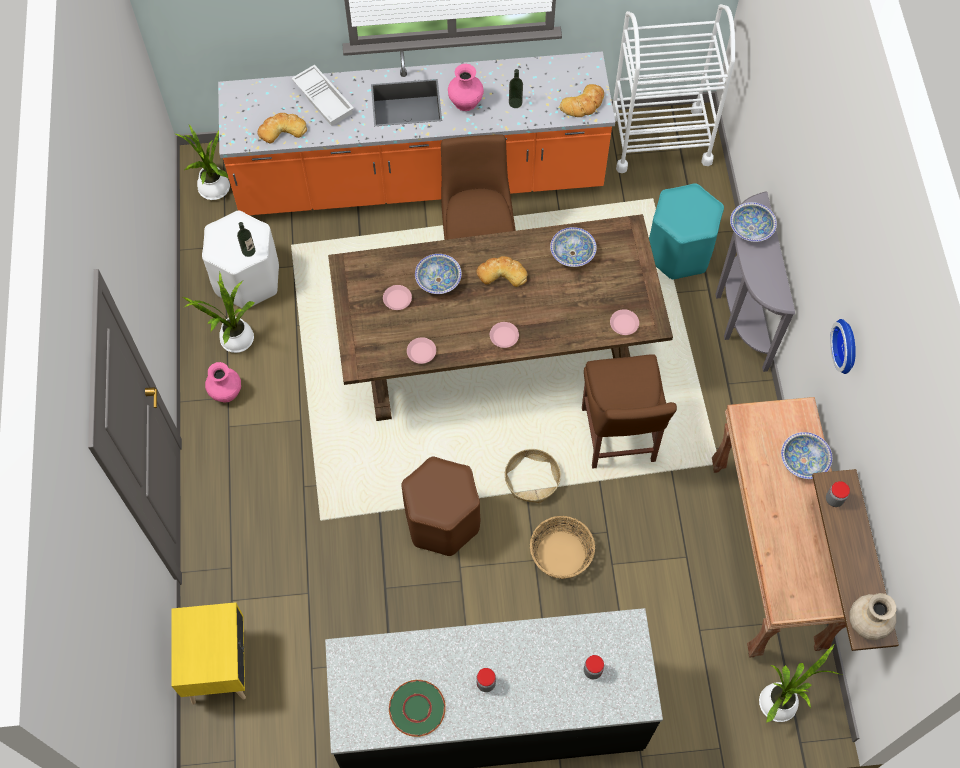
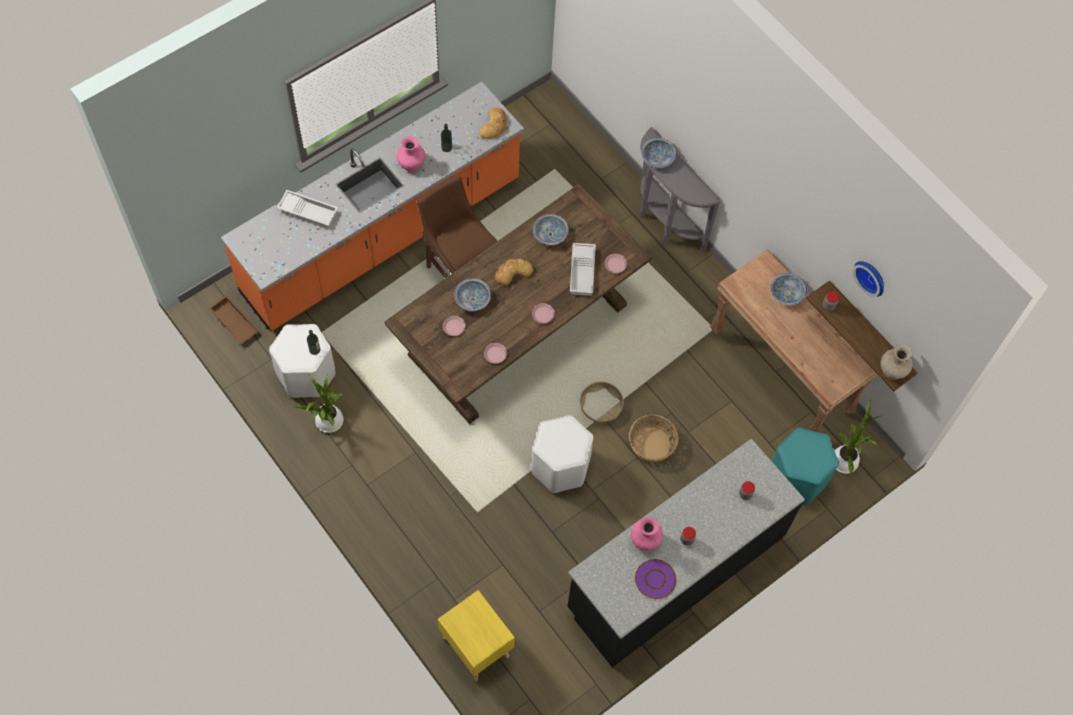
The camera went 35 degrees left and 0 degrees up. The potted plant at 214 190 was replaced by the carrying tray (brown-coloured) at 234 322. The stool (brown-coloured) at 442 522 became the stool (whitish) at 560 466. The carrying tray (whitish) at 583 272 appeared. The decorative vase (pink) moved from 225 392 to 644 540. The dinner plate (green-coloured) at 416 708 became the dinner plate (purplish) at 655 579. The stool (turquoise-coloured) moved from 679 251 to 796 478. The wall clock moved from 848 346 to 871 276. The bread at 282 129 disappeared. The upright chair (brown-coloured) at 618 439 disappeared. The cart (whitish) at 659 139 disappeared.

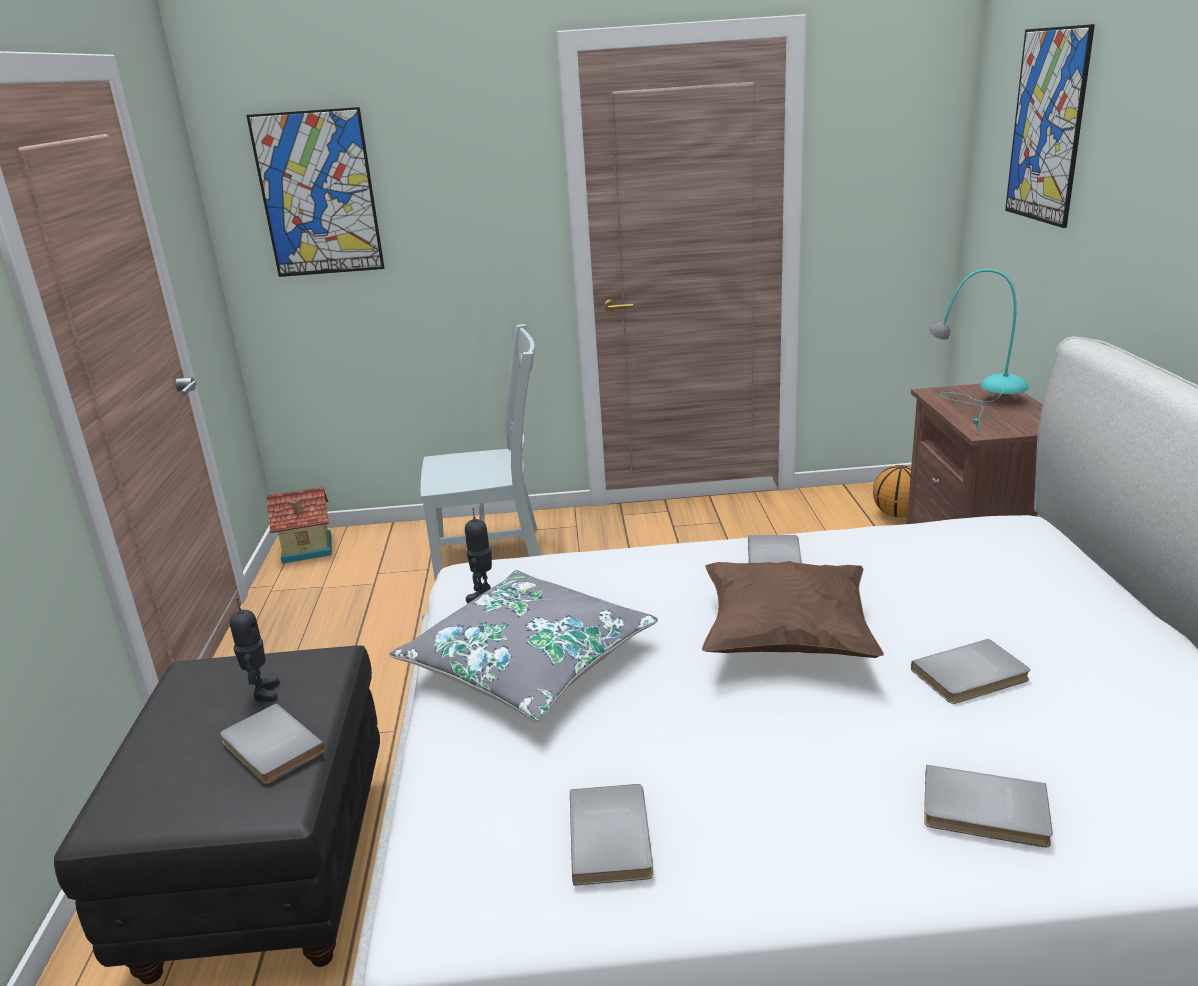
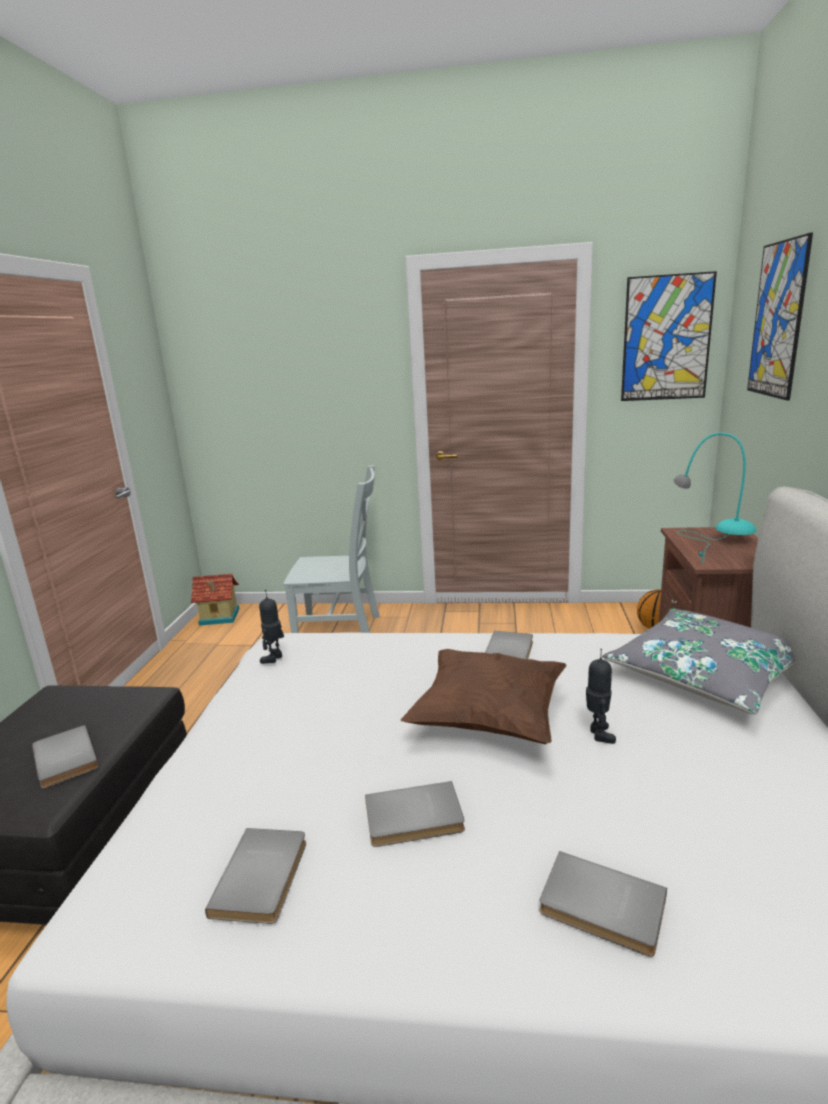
The camera went 10 degrees right and 5 degrees down. The book (gray) moved from 972 676 to 414 819. The toy robot moved from 262 693 to 598 734. The throw pillow (gray) moved from 528 662 to 704 674. The wall art moved from 318 194 to 666 338.

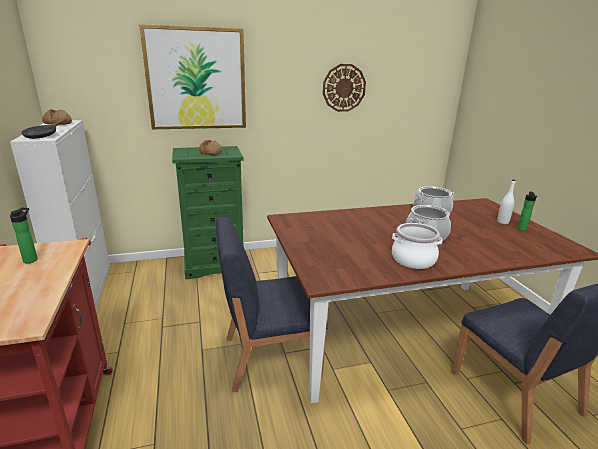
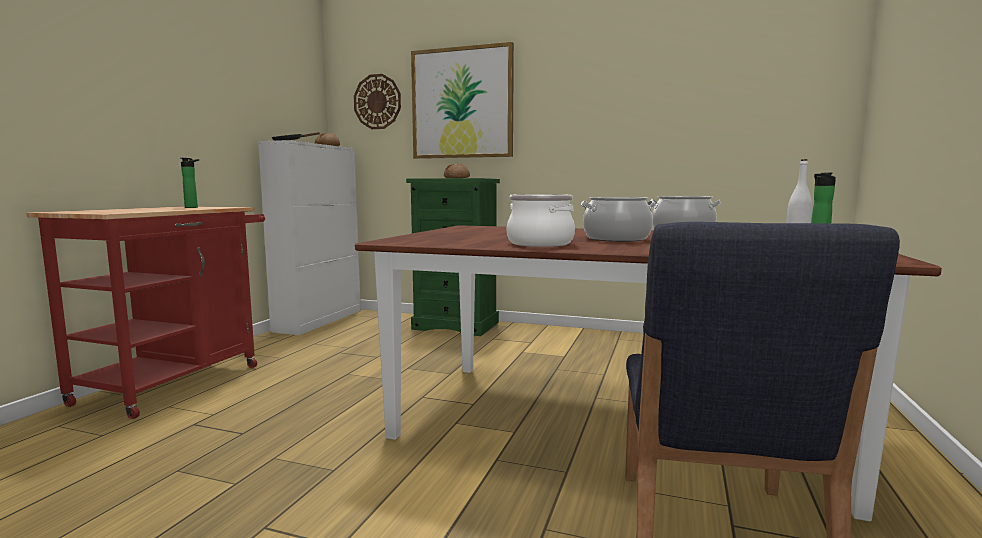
The camera went 35 degrees right and 15 degrees down. The wall clock moved from 344 88 to 377 102. The upright chair (bluish) at 269 356 disappeared.

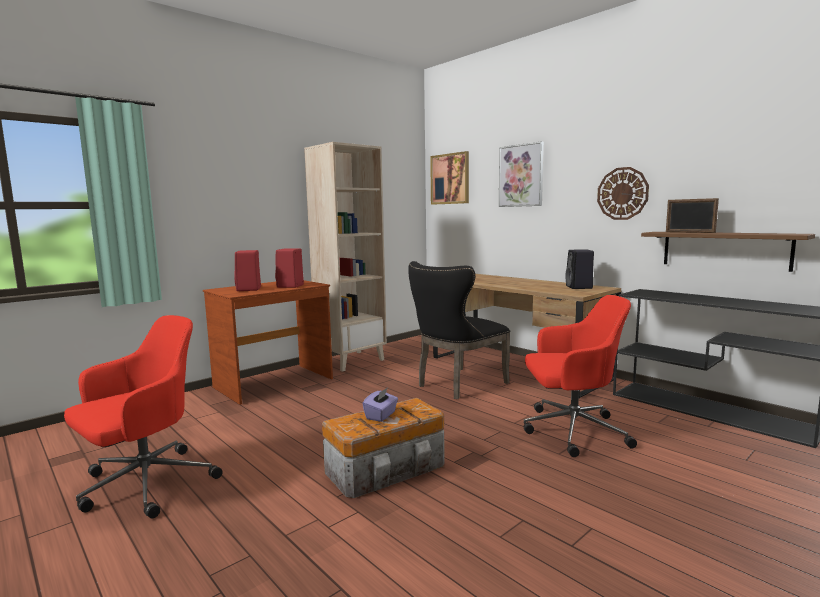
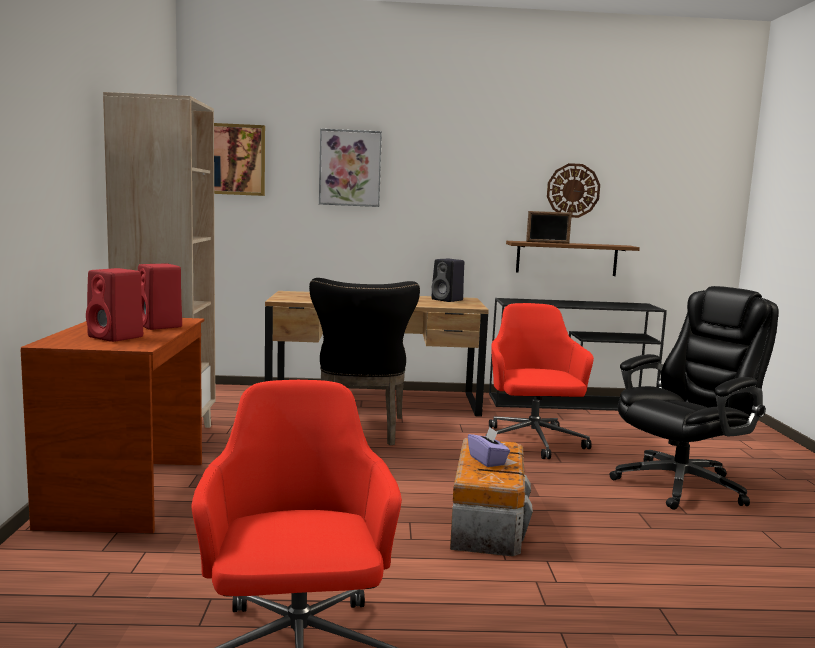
The camera went 50 degrees left and 0 degrees up. The desk chair (red) at 571 431 turned 45 degrees counterclockwise. The wall clock moved from 622 193 to 573 190. The desk chair (blackish) at 681 484 appeared.

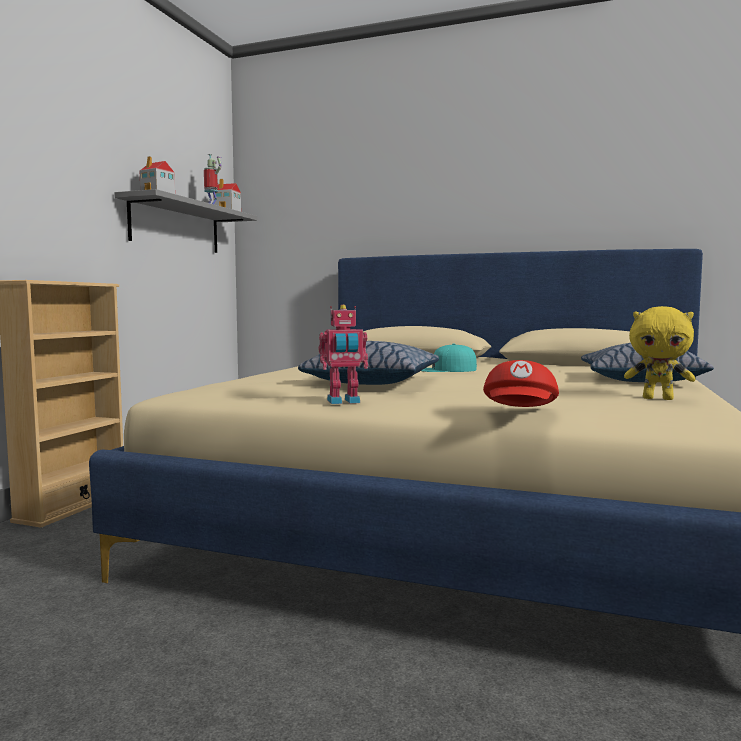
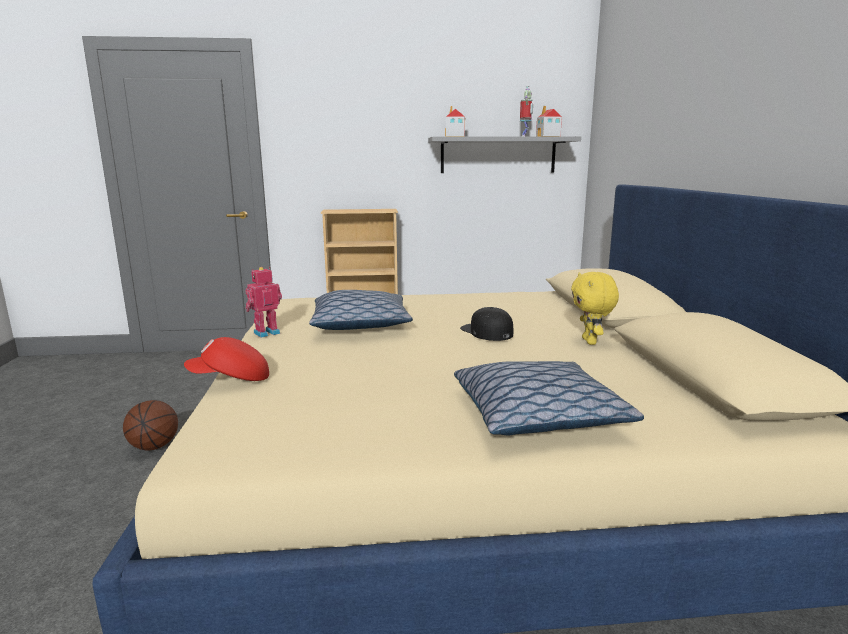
The camera went 65 degrees right and 10 degrees up. The ball for basketball at 154 446 appeared. The toy robot at 344 402 turned 90 degrees clockwise. The cap (turquoise-coloured) at 447 370 became the cap (blackish) at 486 331. The plush toy (yellow) moved from 658 398 to 590 341.

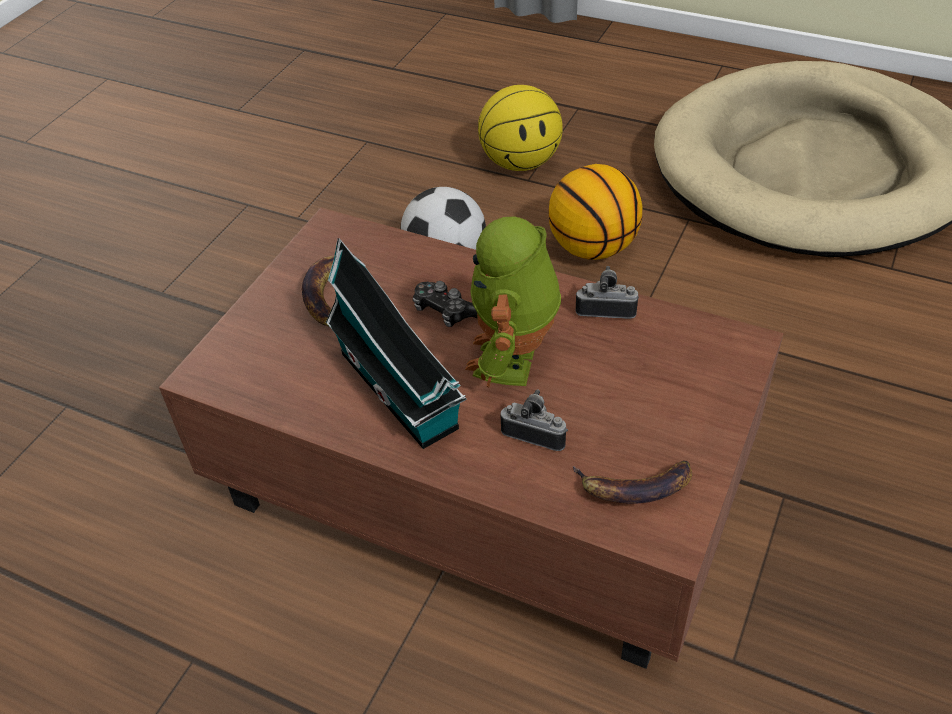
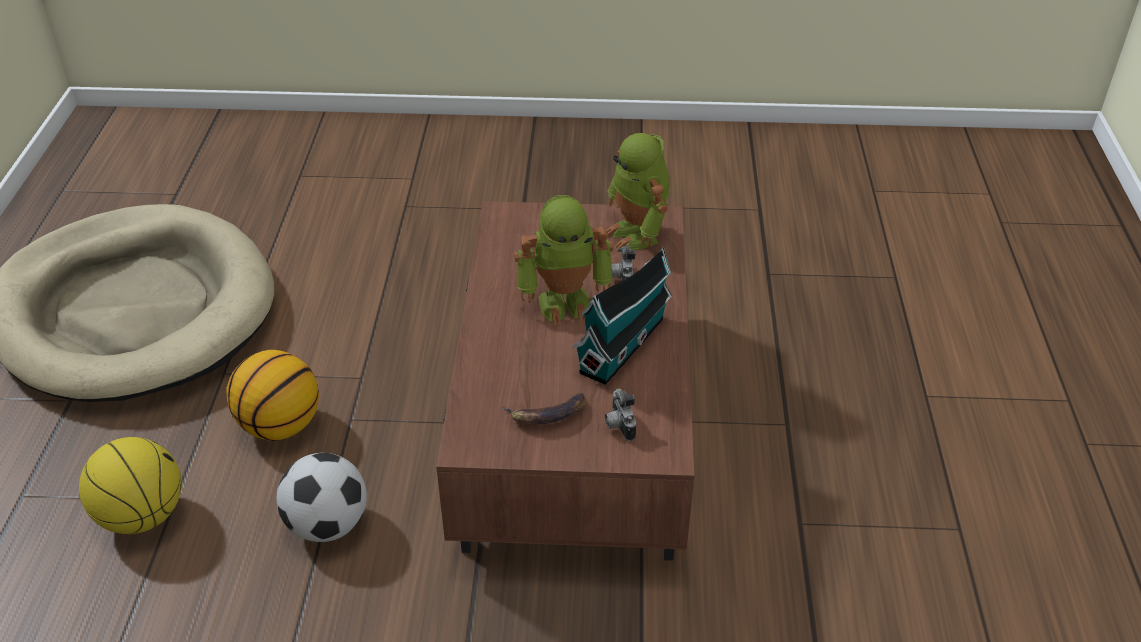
The camera went 115 degrees left and 5 degrees down. The photo camera moved from 605 309 to 618 425. The banana at 634 488 was replaced by the toy robot at 638 234. The game controller at 445 311 disappeared.

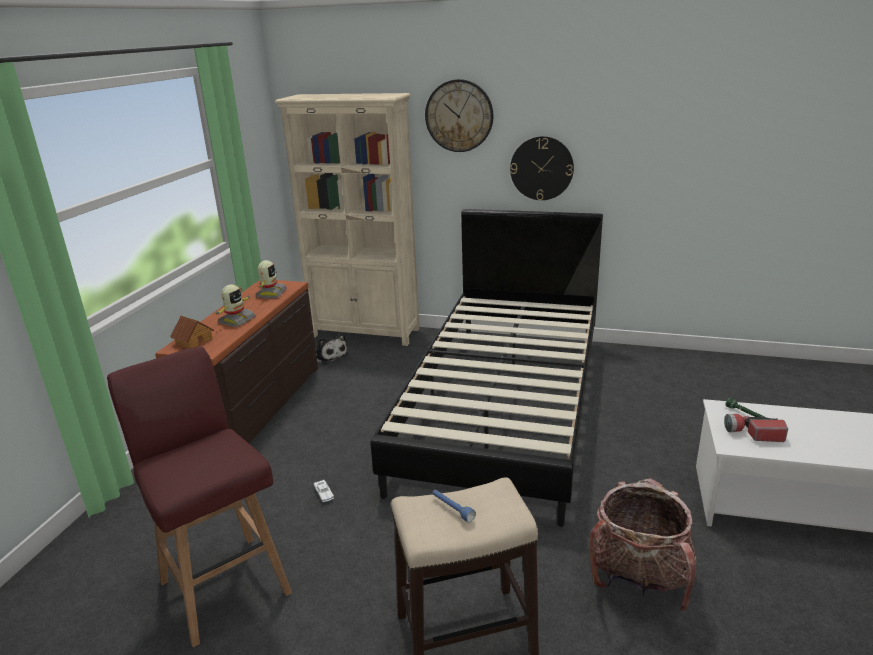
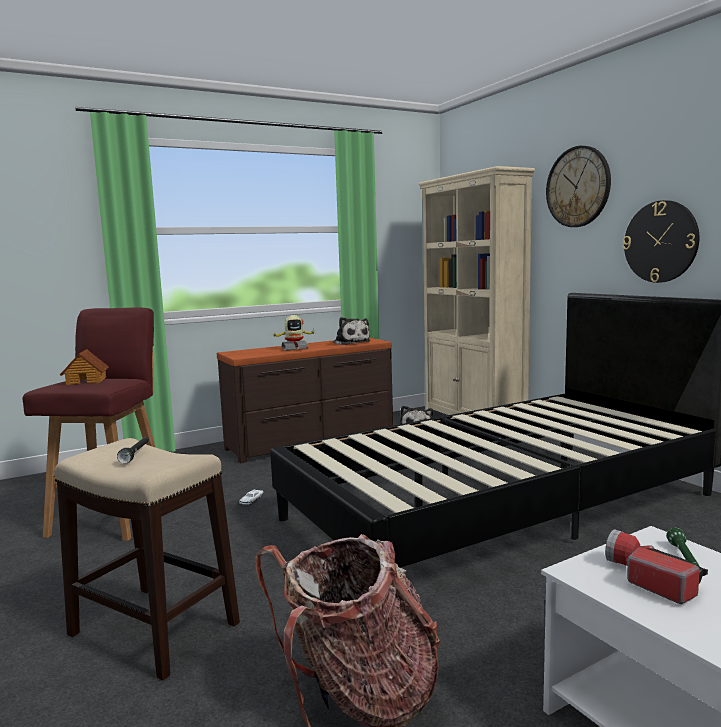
The camera went 45 degrees right and 15 degrees down. The miniature house moved from 194 341 to 86 381. The flashlight (bluish) at 452 509 became the flashlight (blackish) at 136 454. The toy robot at 270 293 was replaced by the plush toy at 351 342.

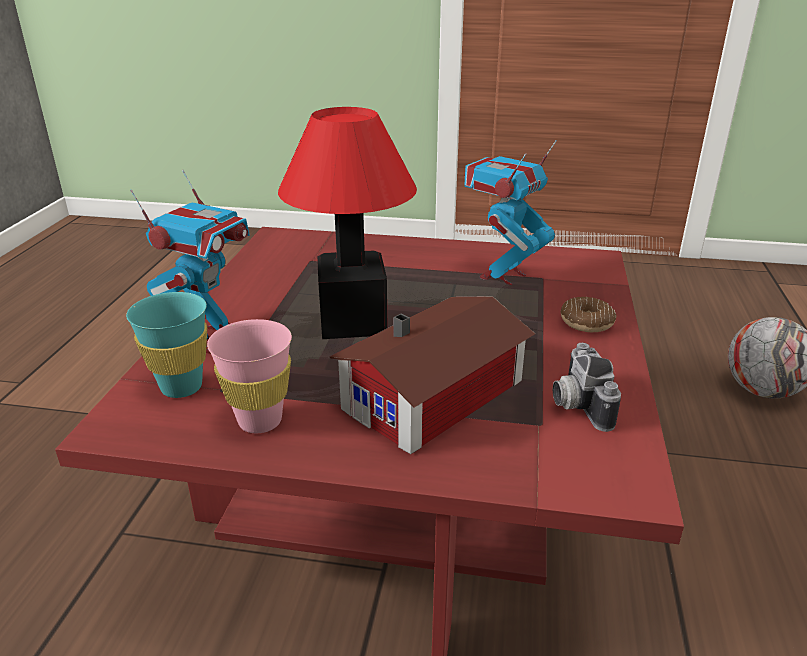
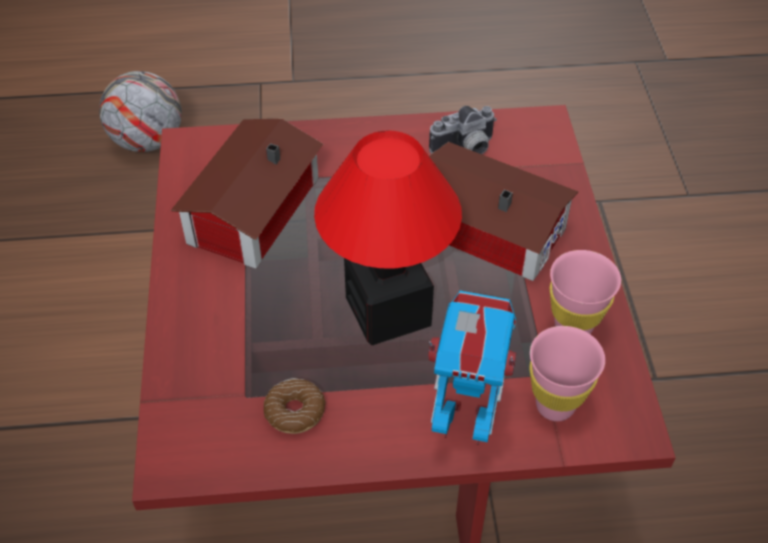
The camera went 105 degrees left and 20 degrees up. The toy robot at 502 275 was replaced by the miniature house at 249 211. The doughnut moved from 586 322 to 295 411. The cup (turquoise-coloured) at 181 387 became the cup (pink) at 555 405.

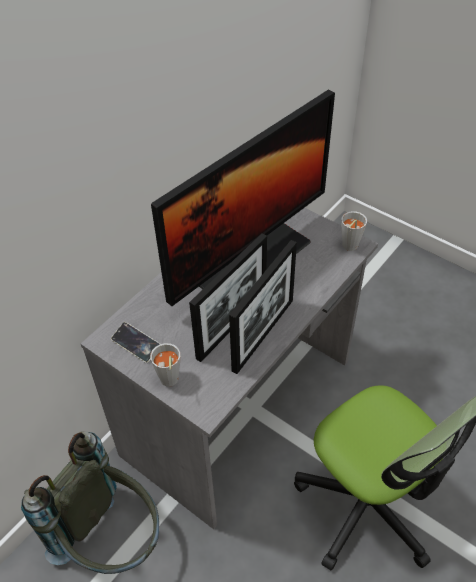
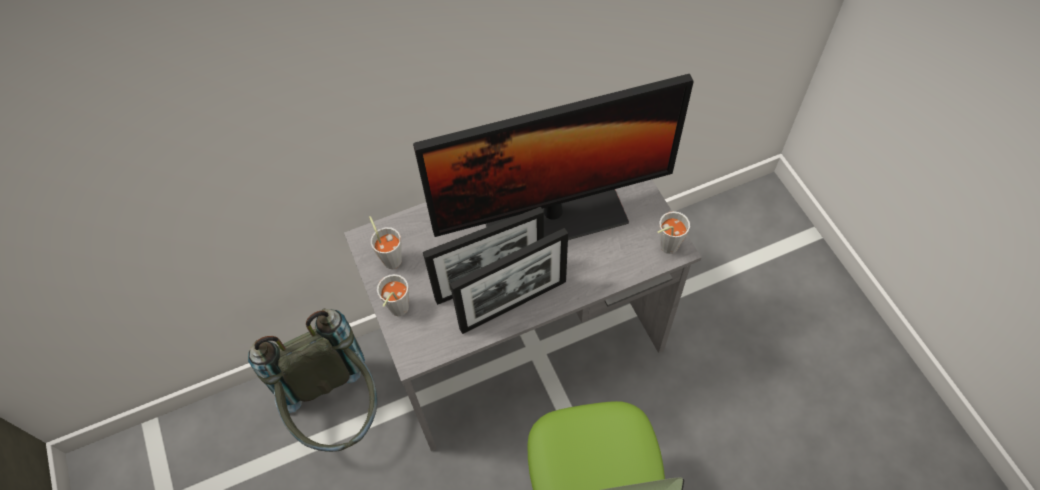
The camera went 30 degrees right and 10 degrees up. The telephone at 136 344 was replaced by the cup (gray) at 391 257.

